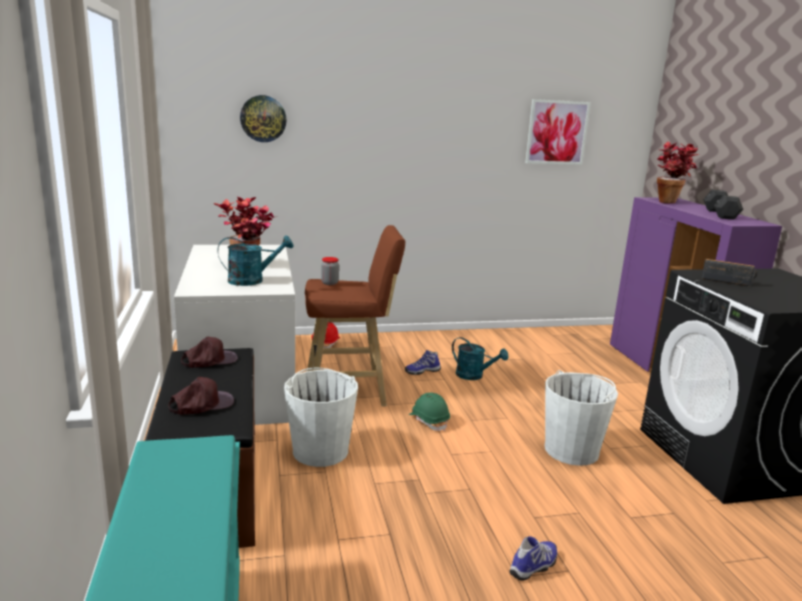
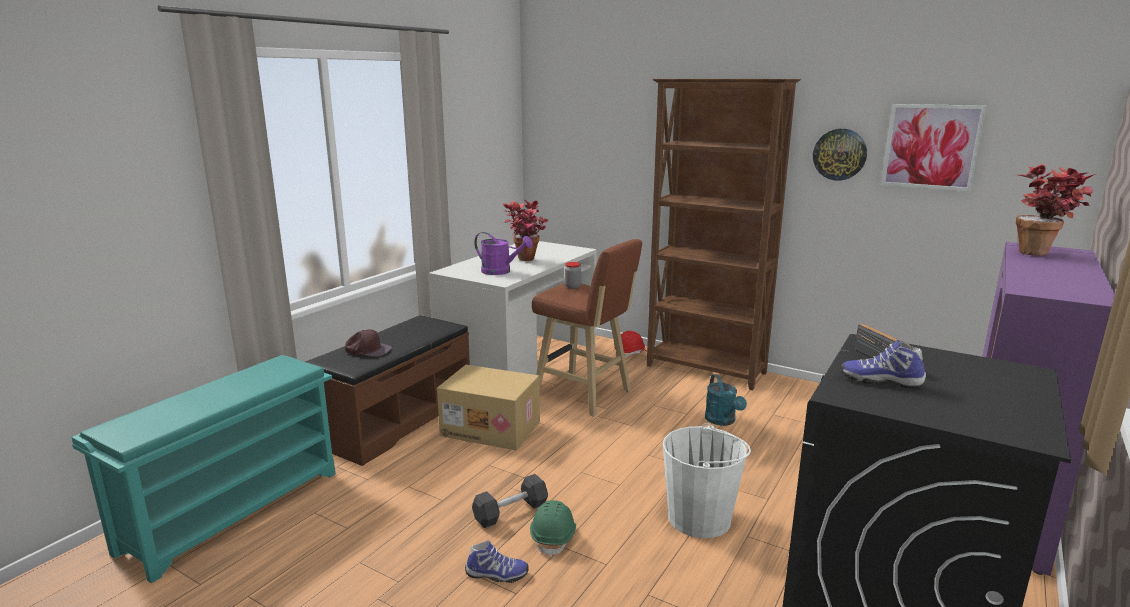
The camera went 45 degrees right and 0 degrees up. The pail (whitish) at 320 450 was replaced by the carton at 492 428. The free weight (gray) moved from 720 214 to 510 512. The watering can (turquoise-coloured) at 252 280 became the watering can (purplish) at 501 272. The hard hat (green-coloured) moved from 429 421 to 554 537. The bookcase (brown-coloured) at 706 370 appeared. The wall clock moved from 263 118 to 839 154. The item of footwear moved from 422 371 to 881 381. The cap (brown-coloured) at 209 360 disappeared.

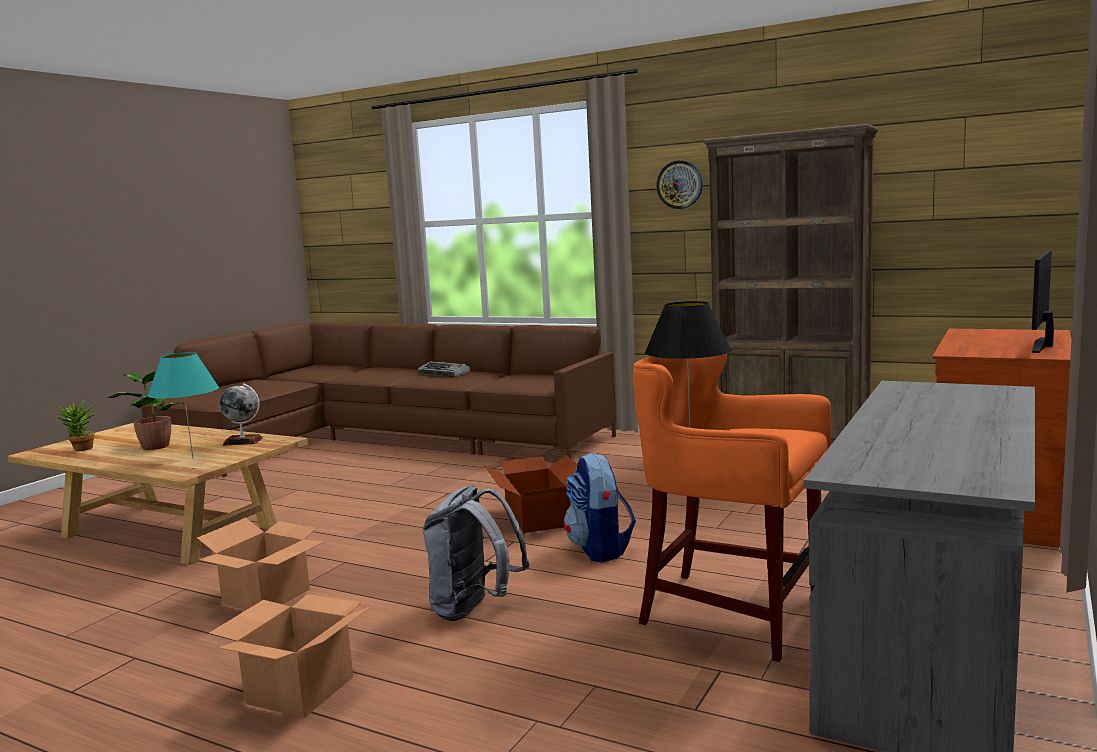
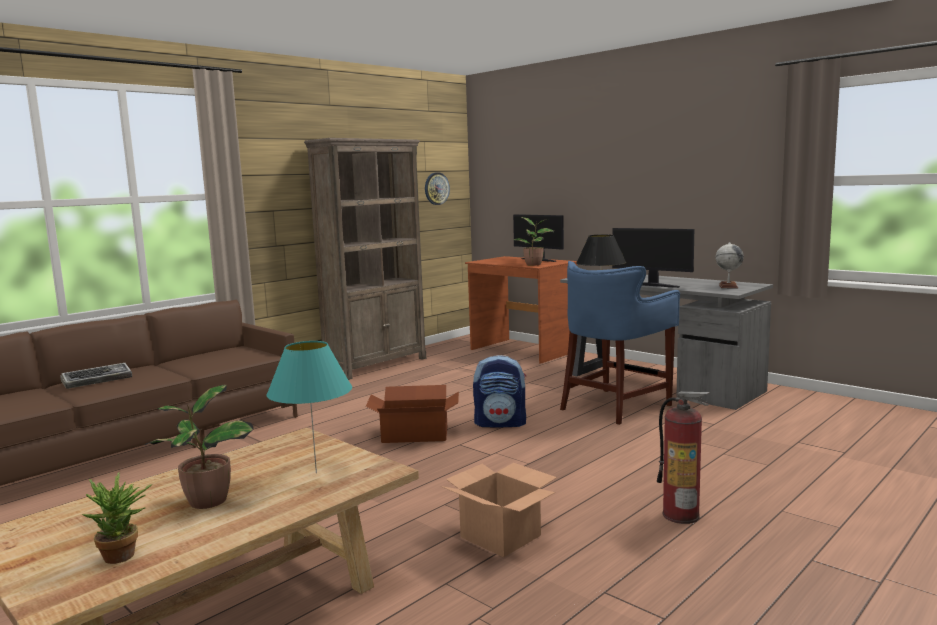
The camera went 75 degrees left and 0 degrees up. The wall clock moved from 679 184 to 436 188. The potted plant at 534 264 appeared. The stool (orangey) at 732 613 became the stool (bluish) at 615 406. The computer screen at 652 285 appeared. The carton at 300 691 was replaced by the extinguisher at 681 515. The desk globe moved from 243 441 to 728 286. The backpack (gray) at 474 610 disappeared.

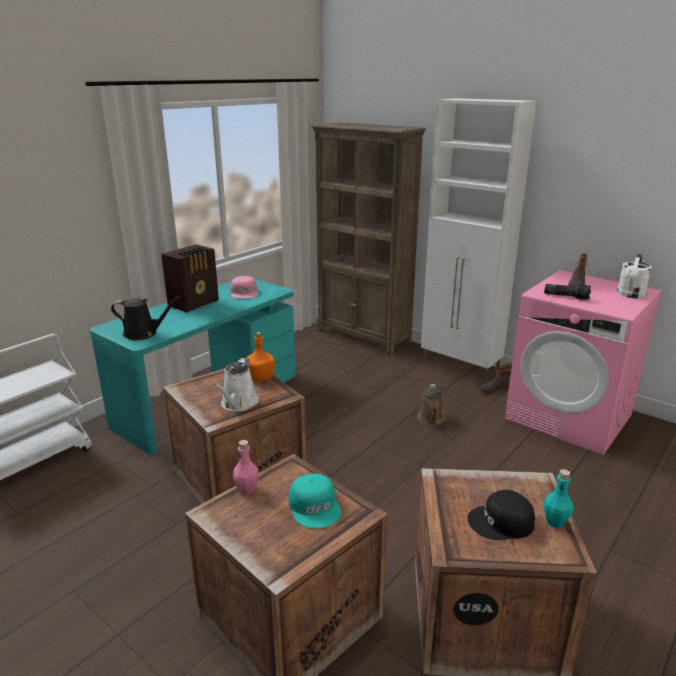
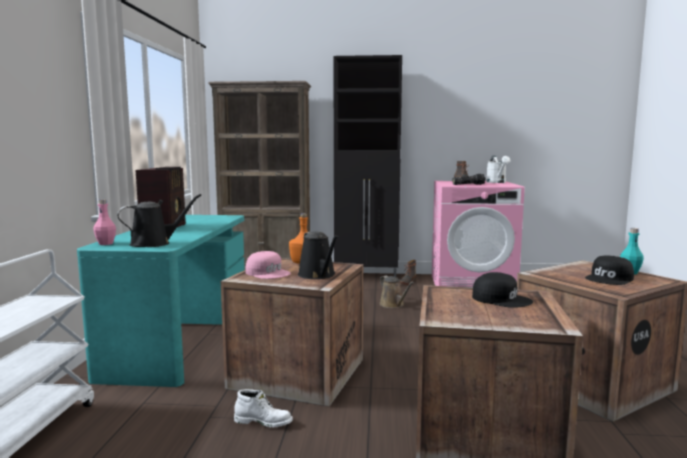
The camera went 35 degrees left and 15 degrees down. The bottle (pink) moved from 247 489 to 105 244. The tall boot (whitish) at 264 421 appeared. The cap (pink) moved from 245 293 to 268 273. The watering can (whitish) at 238 404 became the watering can (blackish) at 318 275. The cabinet (whitish) at 461 367 became the cabinet (blackish) at 367 277. The cap (turquoise-coloured) at 315 506 became the cap (blackish) at 501 299.

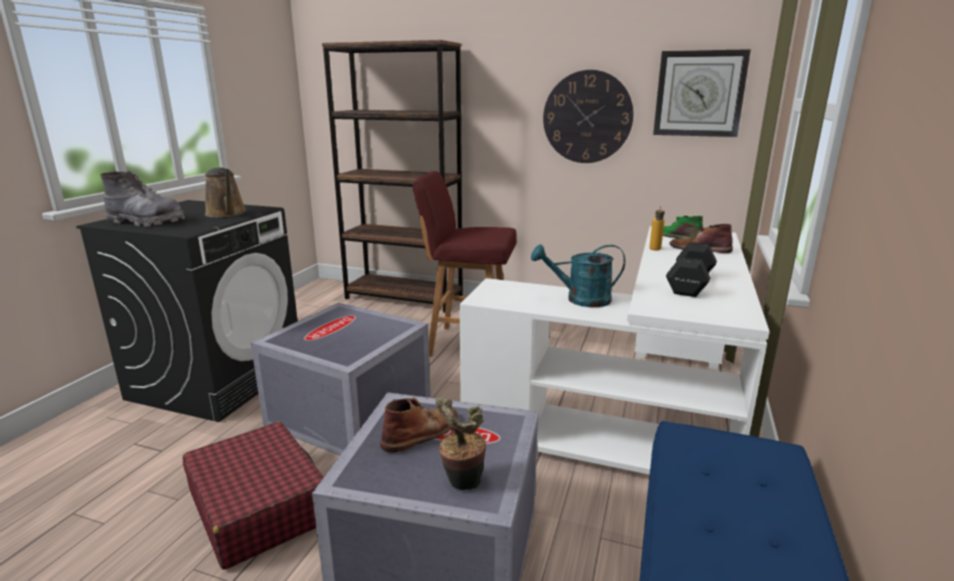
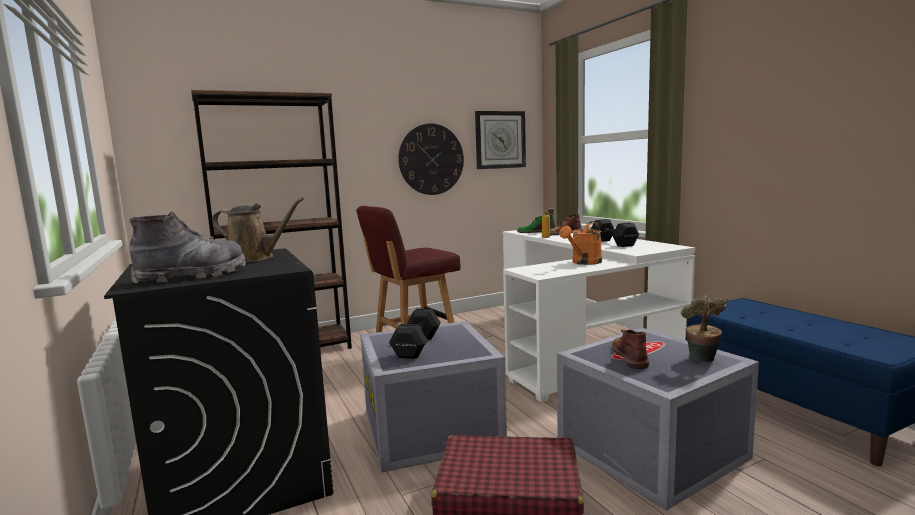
The camera went 45 degrees left and 10 degrees down. The free weight (blackish) at 416 347 appeared. The watering can (turquoise-coloured) at 580 300 became the watering can (orangey) at 583 263.

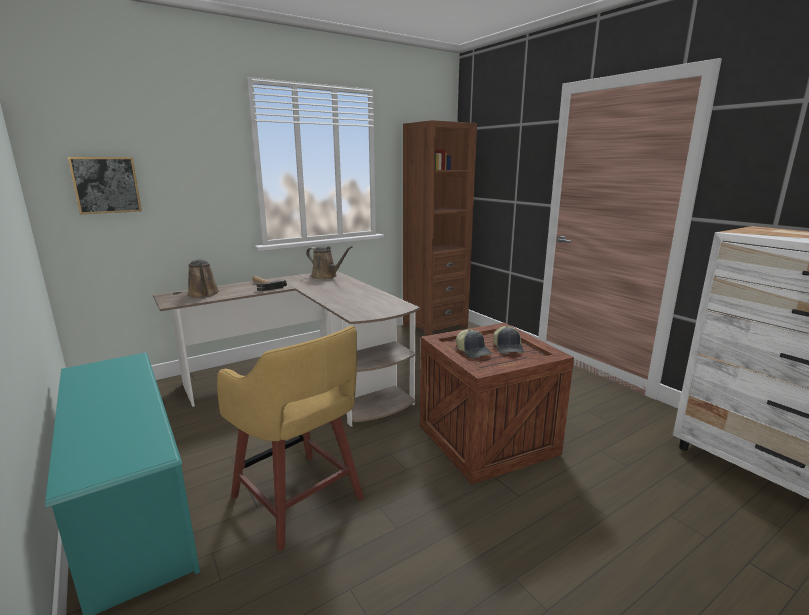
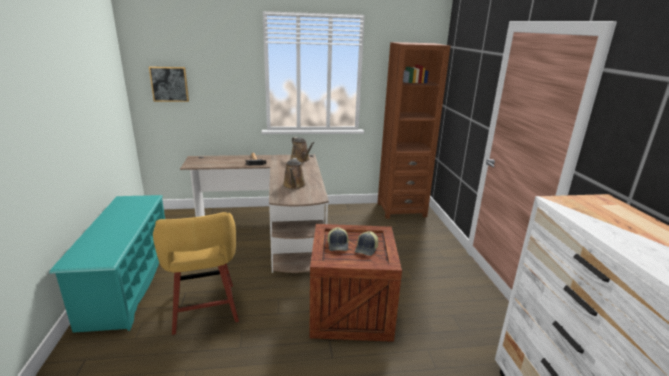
The camera went 25 degrees right and 5 degrees up. The watering can (brown-coloured) moved from 204 294 to 294 186.

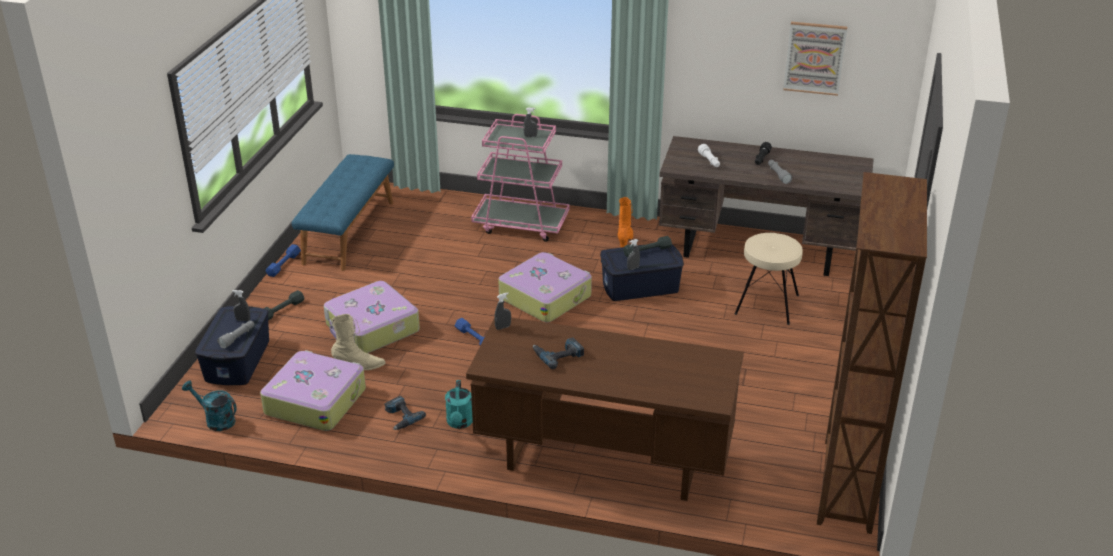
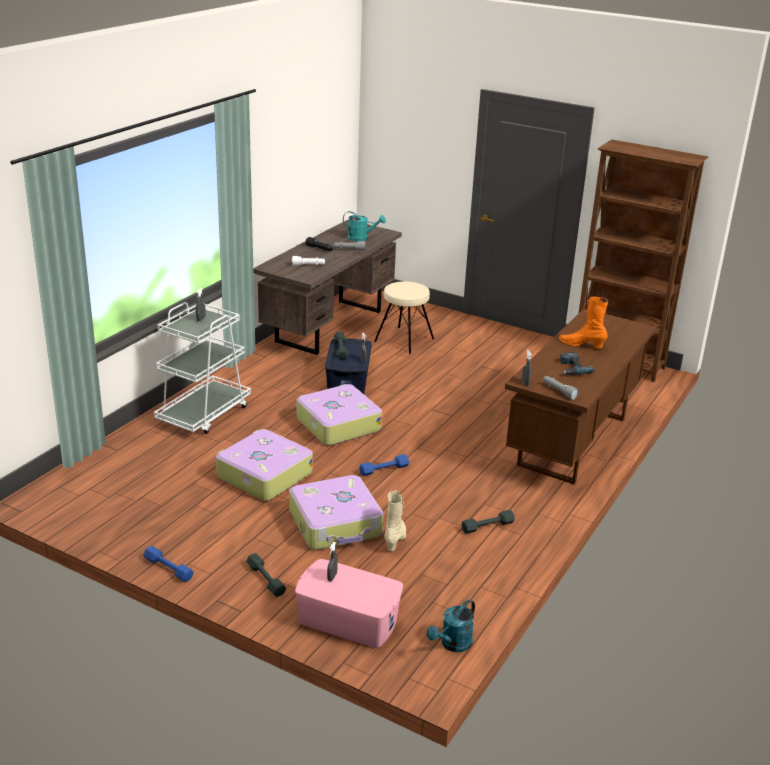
The camera went 75 degrees left and 5 degrees down. The cart (pink) at 521 224 became the cart (whitish) at 204 414. The suitcase moved from 315 400 to 263 475. The storage container (bluish) at 238 360 became the storage container (pink) at 348 620. The watering can (turquoise-coloured) moved from 460 423 to 361 238. The drill at 400 417 was replaced by the free weight (gray) at 487 526. The flashlight (gray) moved from 238 338 to 558 391. The tall boot (orangey) moved from 625 239 to 581 345. The bench (bluish) at 348 232 disappeared. The wall art at 814 58 disappeared.

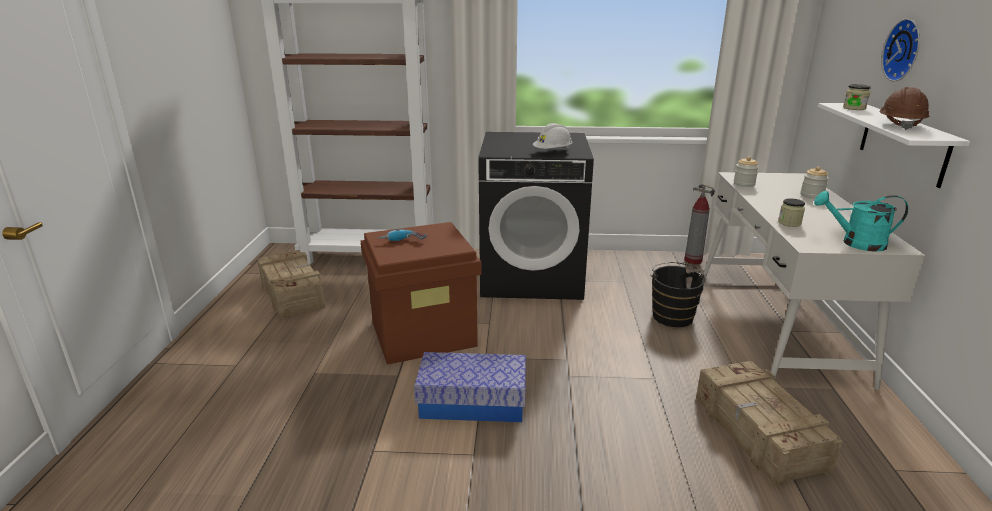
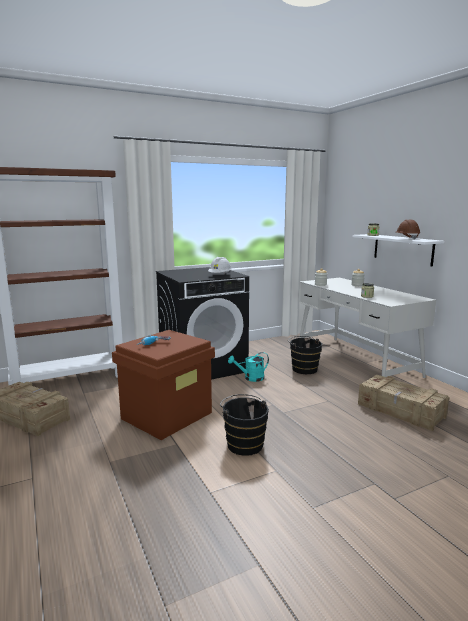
The camera went 30 degrees left and 10 degrees down. The storage container at 472 402 was replaced by the pail (blackish) at 244 443. The watering can (turquoise-coloured) moved from 855 243 to 250 378. The extinguisher at 692 260 disappeared. The wall clock at 905 50 disappeared.

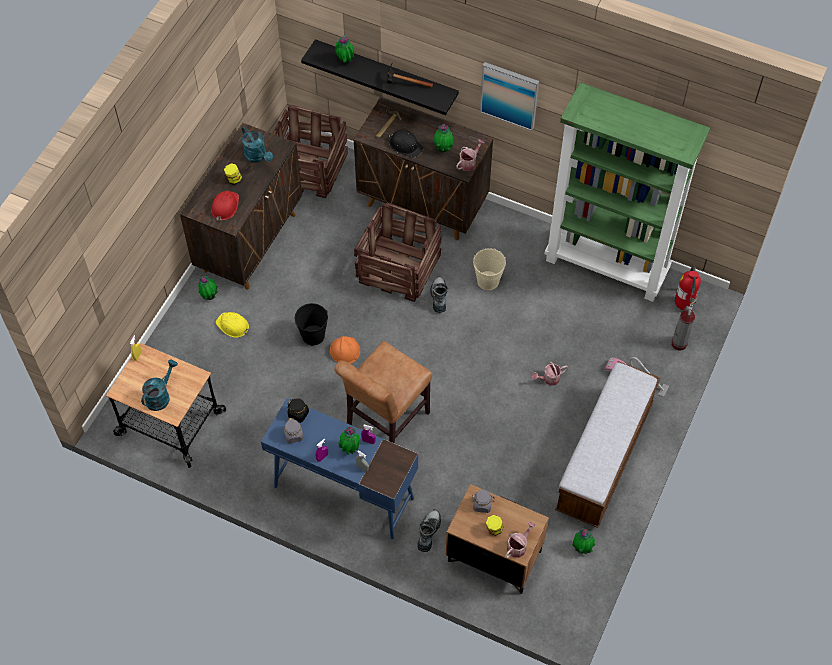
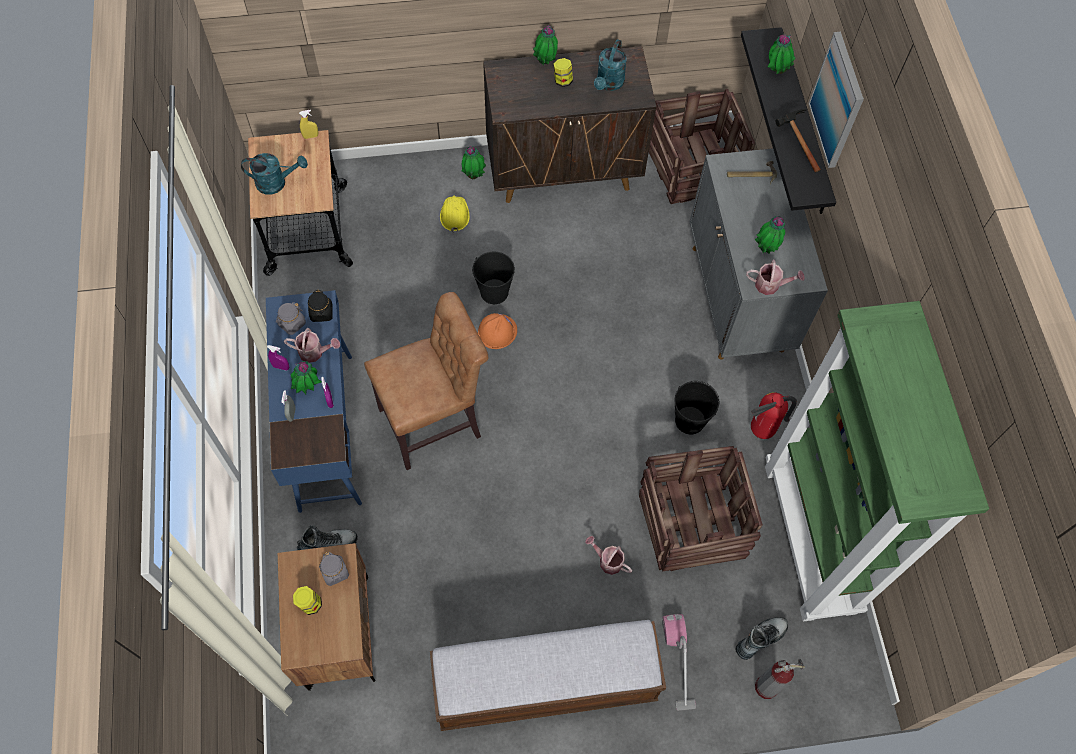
The camera went 55 degrees right and 5 degrees up. The watering can moved from 518 546 to 314 352. The upright chair (brown-coloured) at 385 422 turned 150 degrees clockwise. The potted plant moved from 582 548 to 545 62. The packing crate moved from 399 268 to 692 523. The pail (beige) at 488 281 became the pail (blackish) at 689 421. The cabinet (brown-coloured) at 423 205 became the cabinet (gray) at 737 299. The tall boot moved from 439 297 to 760 638. The extinguisher moved from 683 305 to 761 431. The wall art moved from 509 95 to 837 101. The hard hat (red) at 225 206 disappeared. The hard hat (blackish) at 405 145 disappeared.

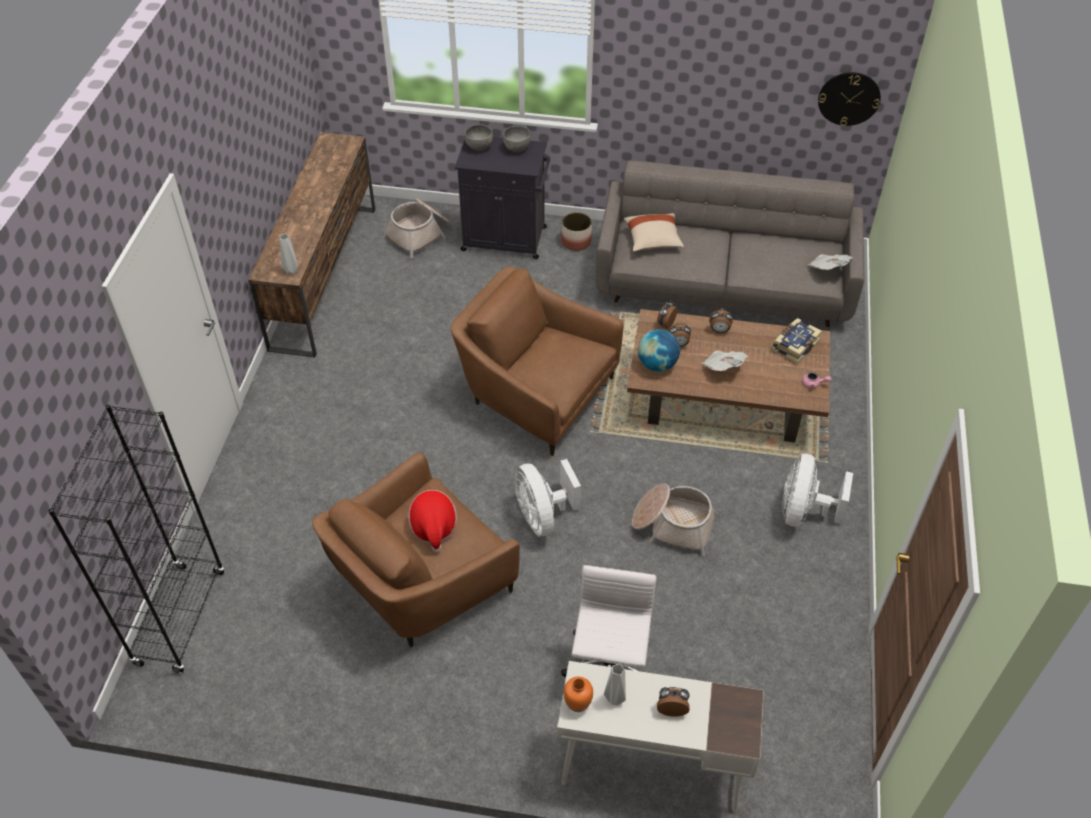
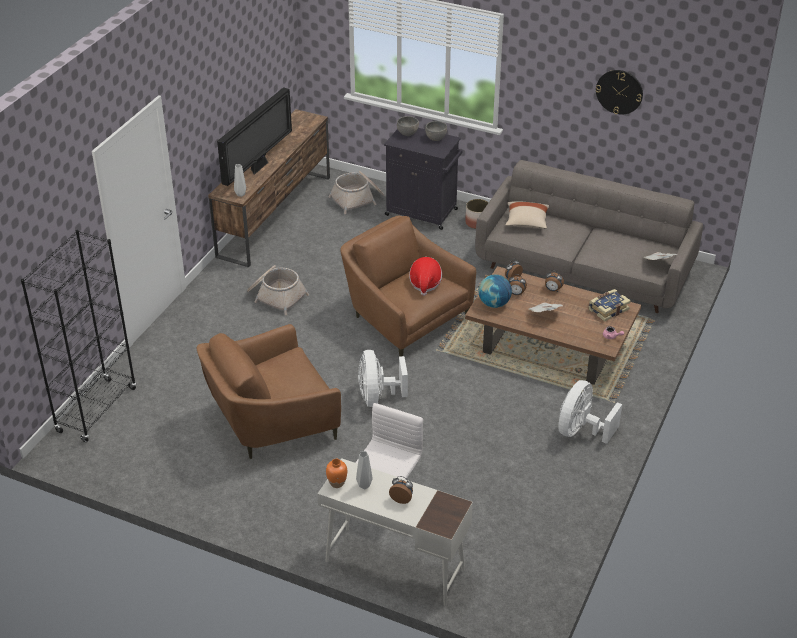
The camera went 15 degrees right and 10 degrees down. The TV set at 259 166 appeared. The storage basket moved from 672 525 to 276 296. The wearable hat moved from 433 527 to 425 283. The wall clock moved from 849 98 to 619 91.

